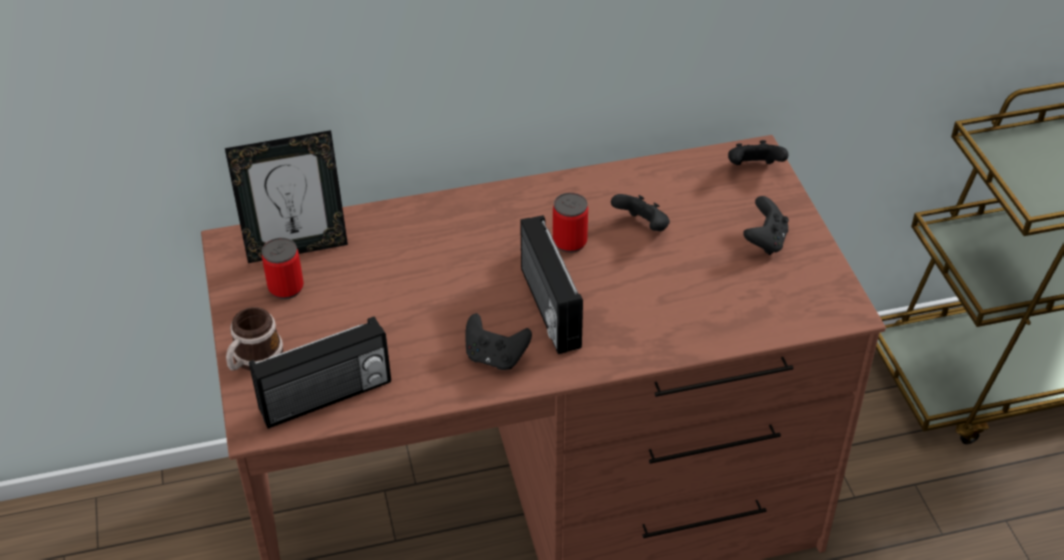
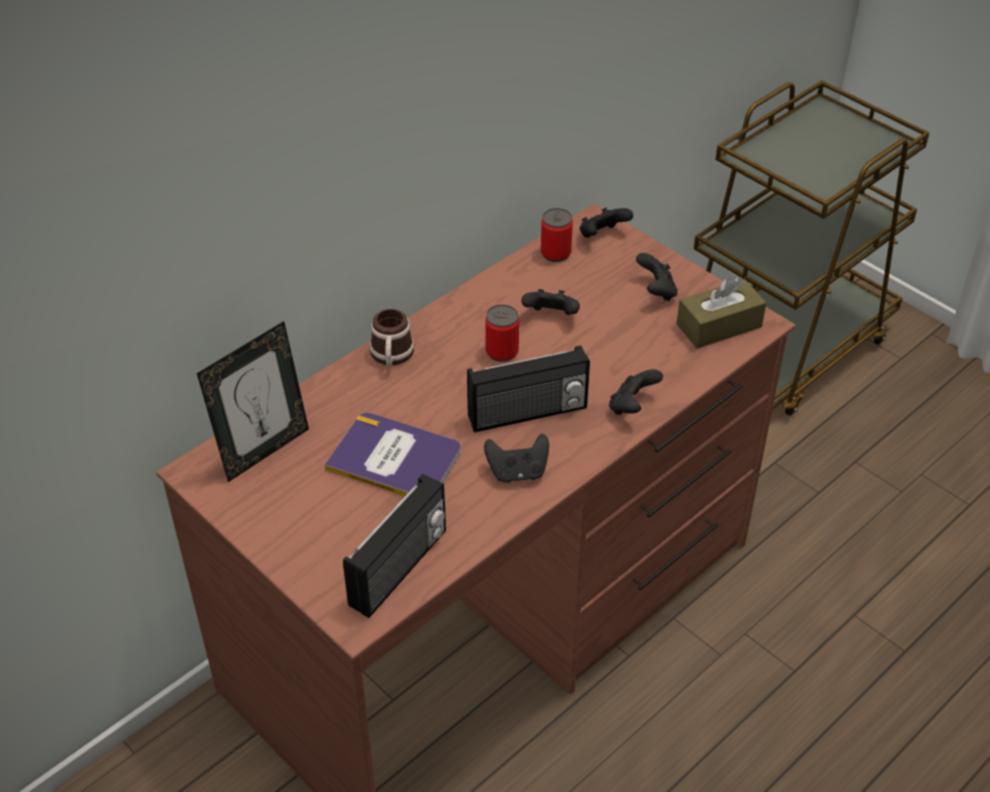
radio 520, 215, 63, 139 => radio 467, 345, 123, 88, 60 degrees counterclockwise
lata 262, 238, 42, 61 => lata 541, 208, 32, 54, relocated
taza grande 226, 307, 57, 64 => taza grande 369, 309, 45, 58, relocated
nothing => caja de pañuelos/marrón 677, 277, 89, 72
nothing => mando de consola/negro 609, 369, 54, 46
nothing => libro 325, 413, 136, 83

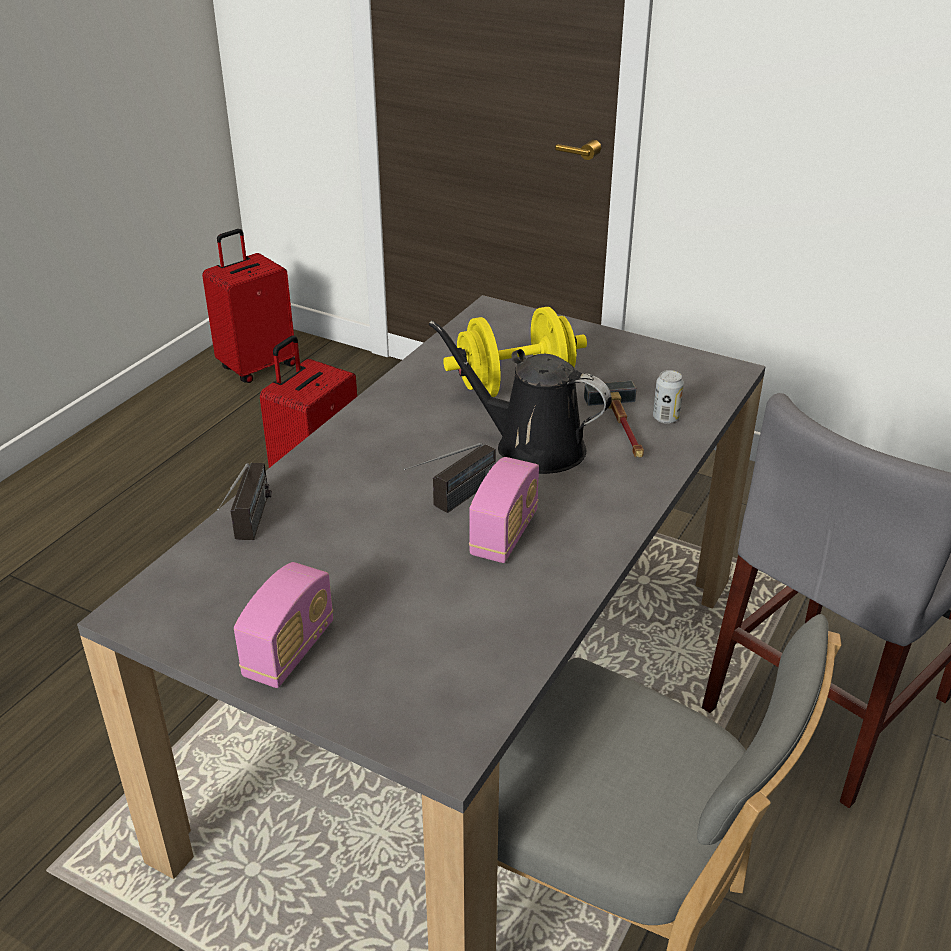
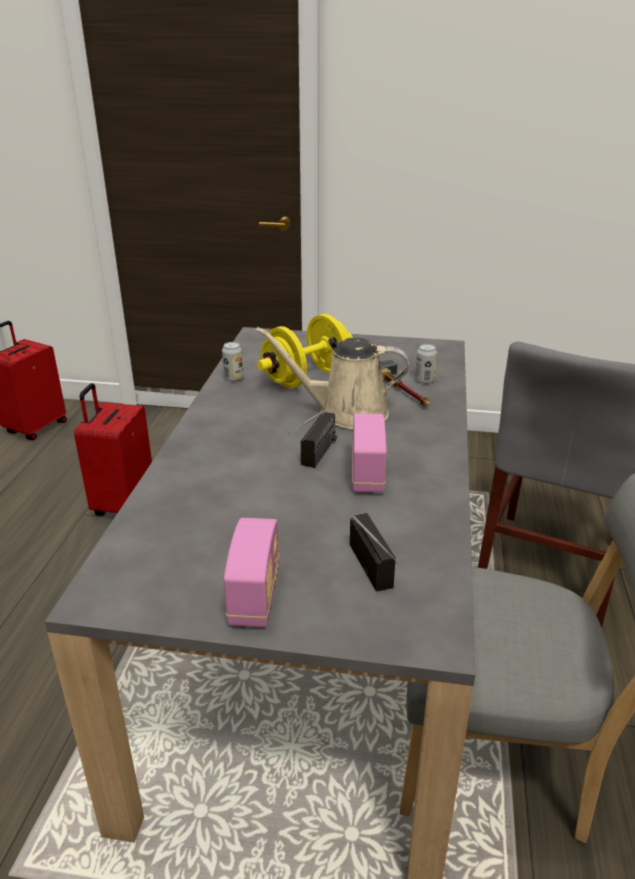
regadera/negro 429, 320, 183, 154 => regadera/beis 255, 327, 154, 102
radio 217, 463, 55, 77 => radio 350, 513, 50, 78, relocated
nothing => lata 222, 342, 21, 39

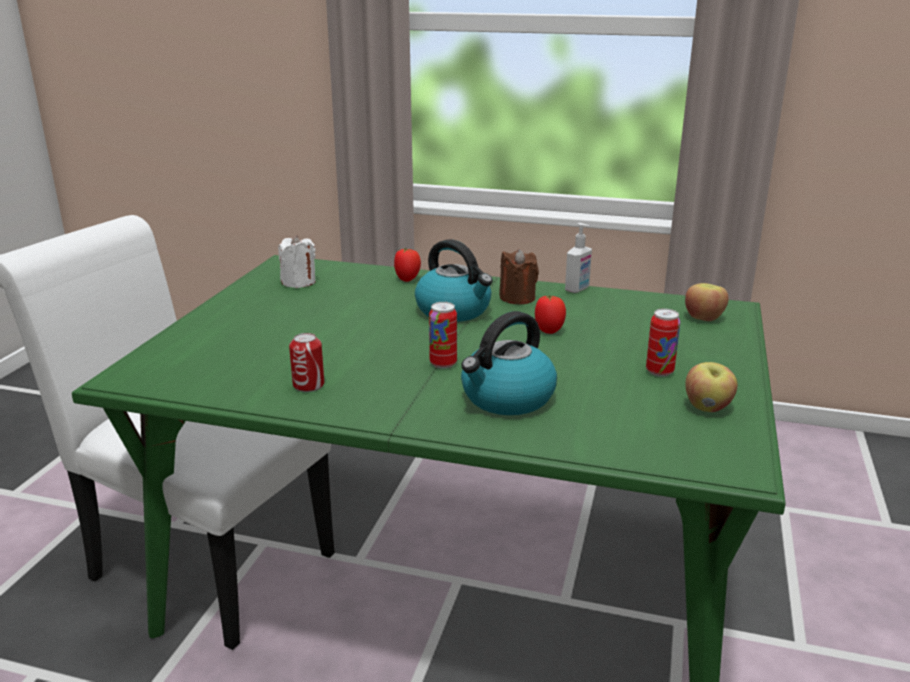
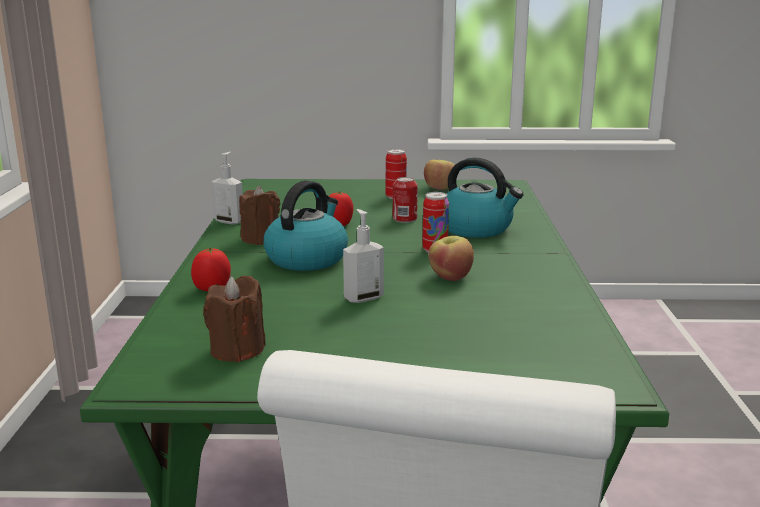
vela/blanco 278, 235, 38, 53 => vela/marrón 203, 276, 63, 86
manzana 685, 283, 43, 38 => manzana 428, 236, 46, 45, relocated
lata 289, 333, 35, 59 => lata 393, 177, 25, 46, relocated
nothing => dispensador de jabón 343, 209, 41, 94

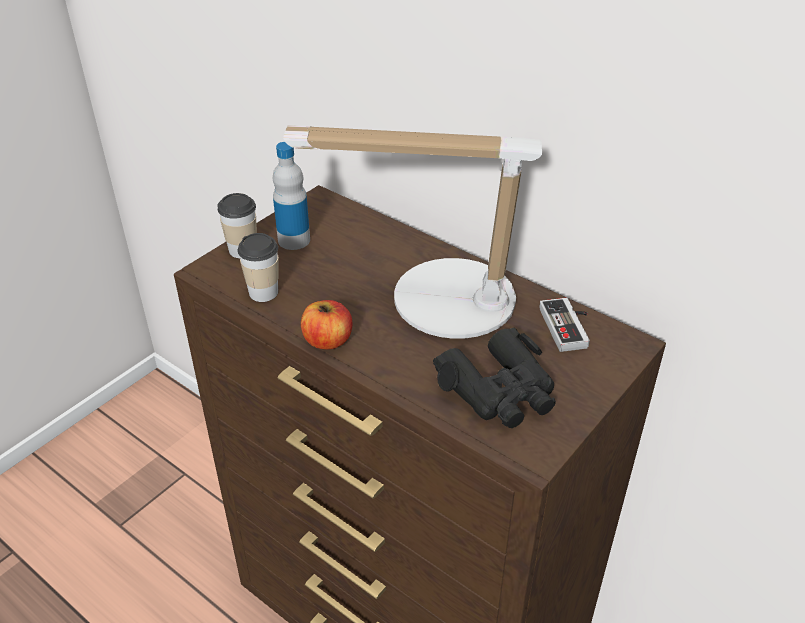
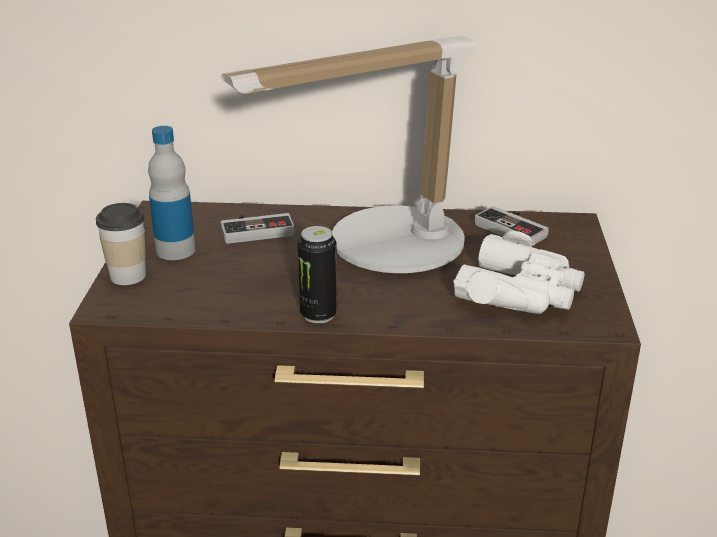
taza 238, 233, 41, 69 => nothing
manzana 301, 300, 52, 50 => lata 298, 226, 39, 97
prismáticos/negro 433, 328, 123, 100 => prismáticos/blanco 453, 231, 132, 83
nothing => mando de consola 221, 213, 74, 31

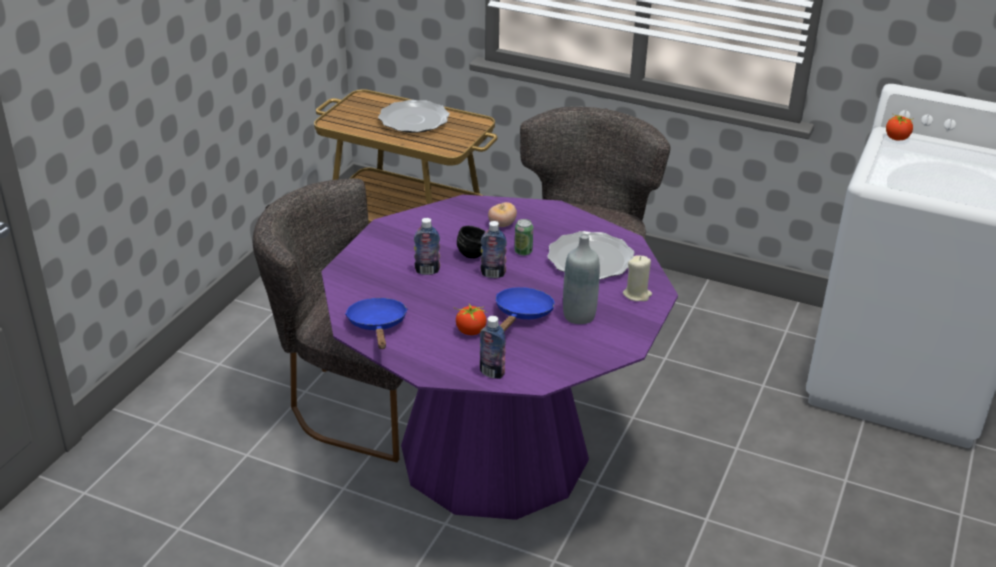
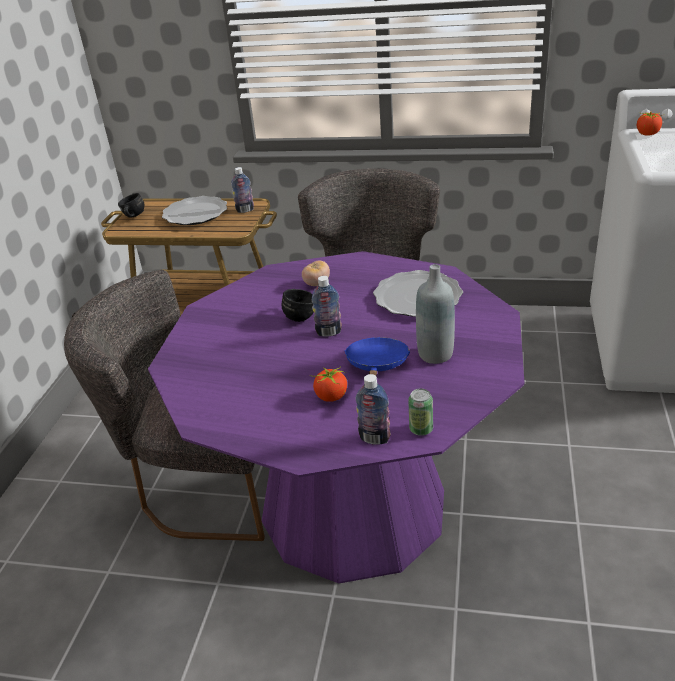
botella 414, 218, 26, 57 => botella 231, 167, 23, 46, relocated
lata 514, 219, 19, 37 => lata 408, 389, 25, 47, relocated
vela/beis 623, 256, 29, 45 => nothing
sartén/azul 345, 298, 63, 51 => nothing
nothing => taza grande/negro 118, 193, 27, 25

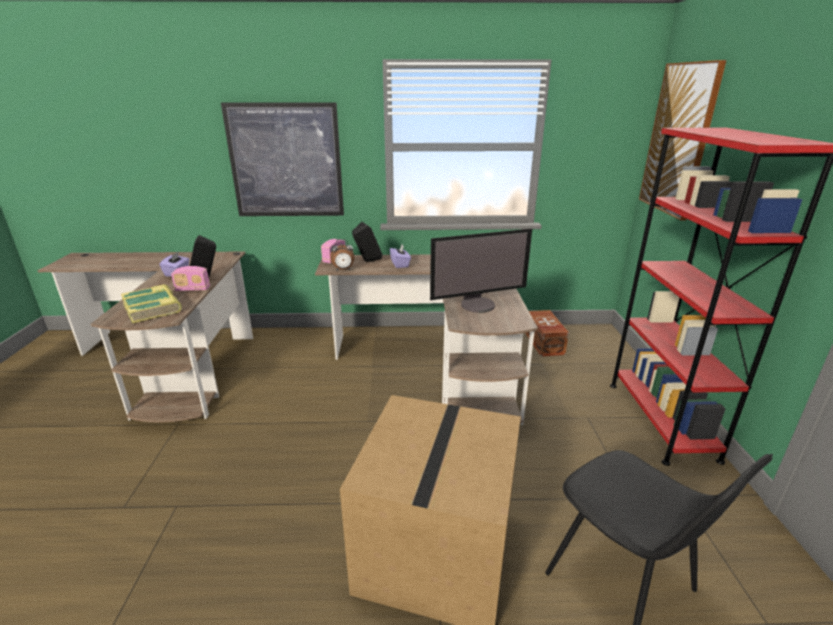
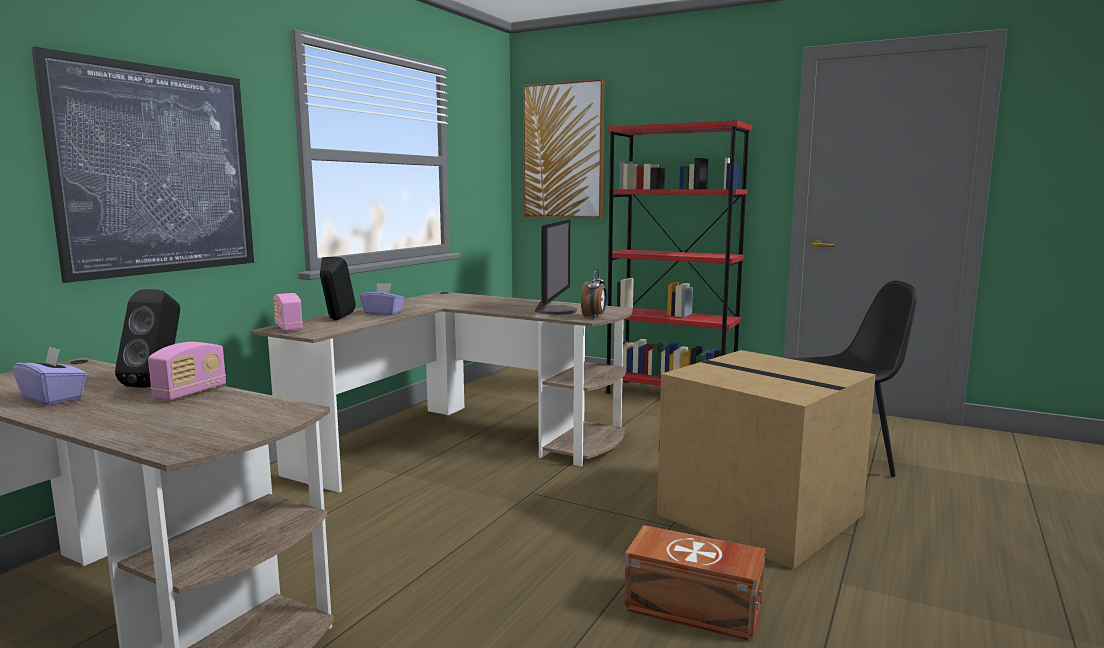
despertador 330, 239, 24, 31 => despertador 581, 269, 26, 50, relocated
libro 121, 284, 61, 39 => nothing
caja de almacenaje/marrón 525, 310, 44, 46 => caja de almacenaje/marrón 624, 525, 141, 117, relocated

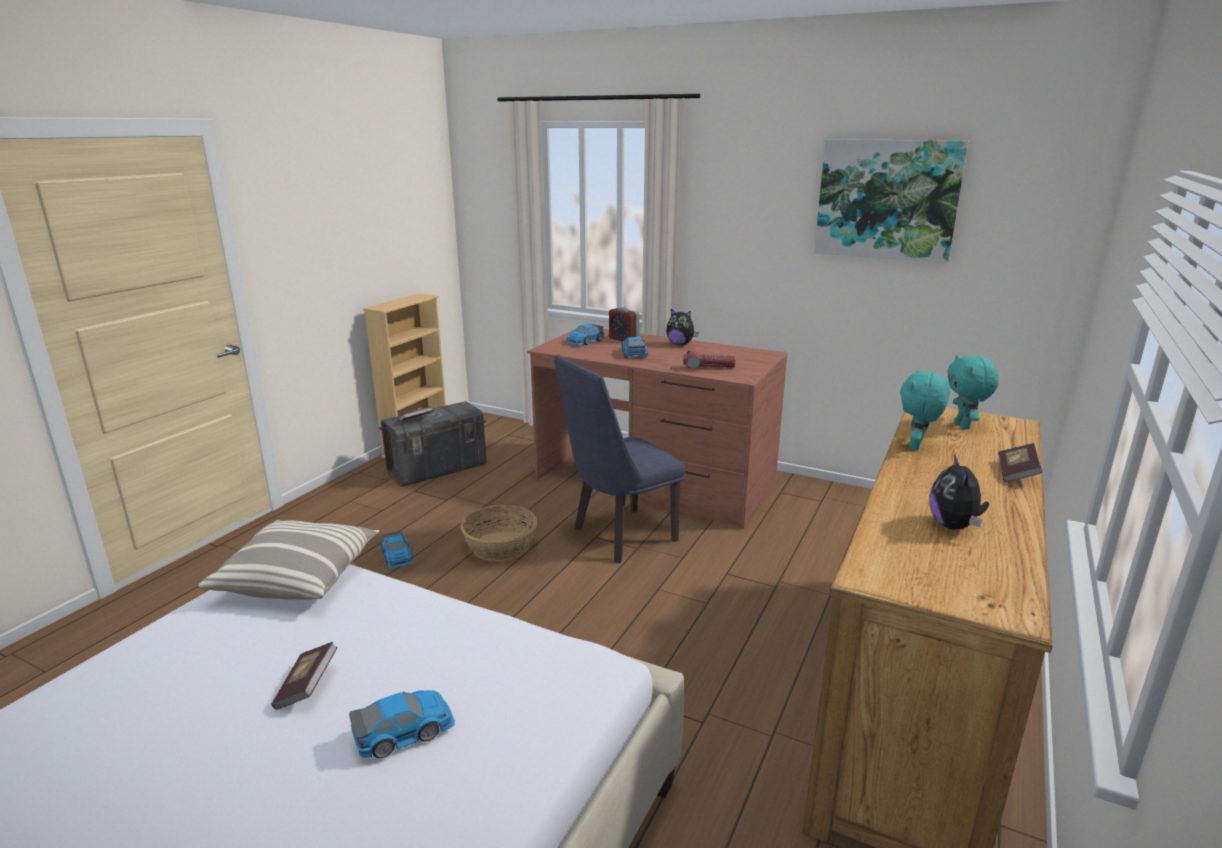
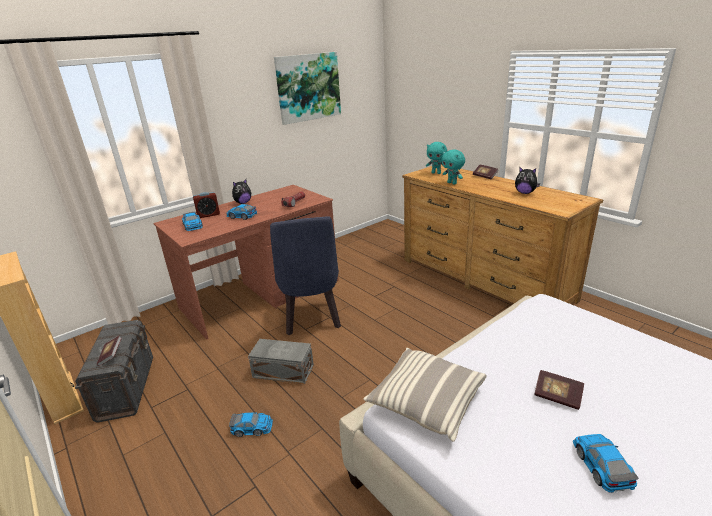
cesta 461, 505, 76, 56 => caja de almacenaje/gris 248, 339, 66, 45
coche de juguete 349, 690, 106, 68 => coche de juguete 573, 434, 66, 59, relocated

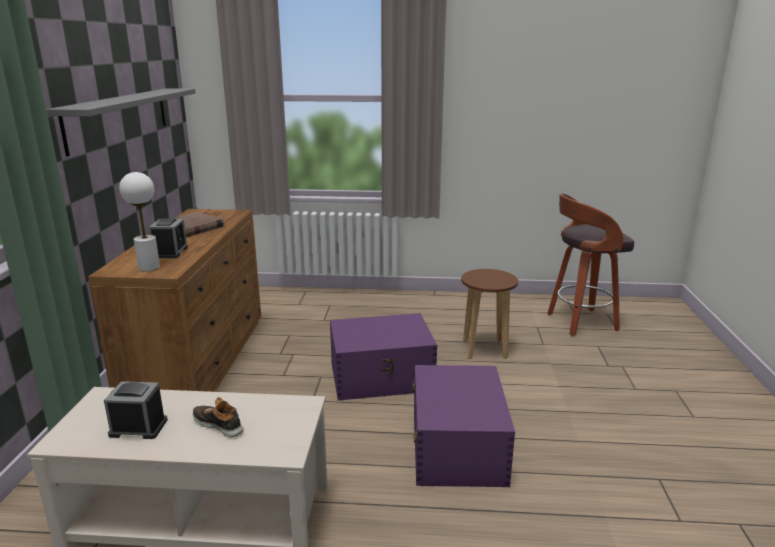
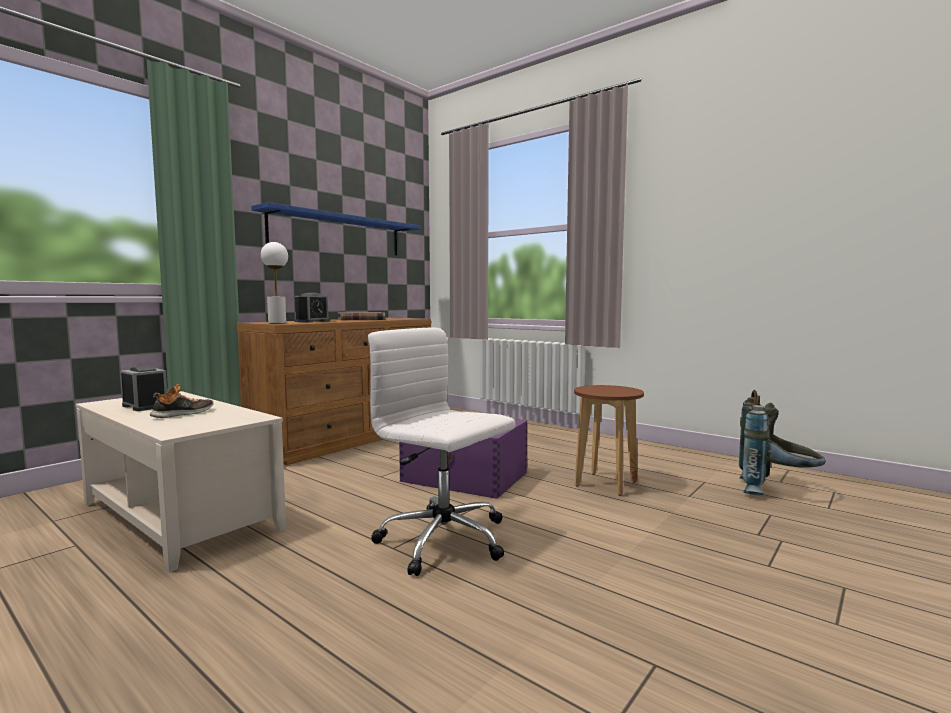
estante/gris 46, 88, 150, 69 => estante/azul 251, 202, 170, 53
taburete 547, 193, 87, 143 => mochila/gris 739, 390, 87, 105
caja de almacenaje/morado 412, 365, 103, 122 => silla de oficina/blanco 368, 327, 148, 249
zapato 193, 397, 51, 40 => zapato 150, 384, 63, 34, 60 degrees clockwise

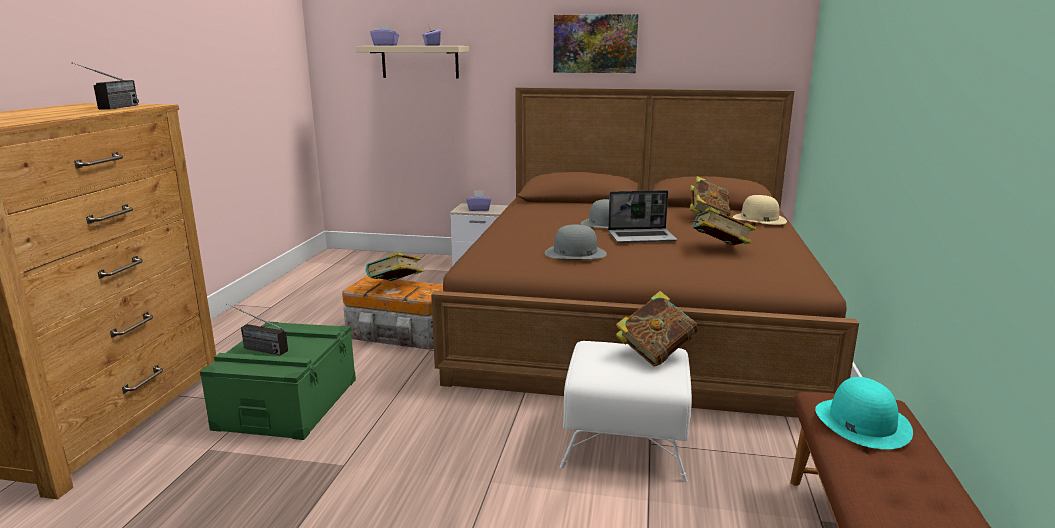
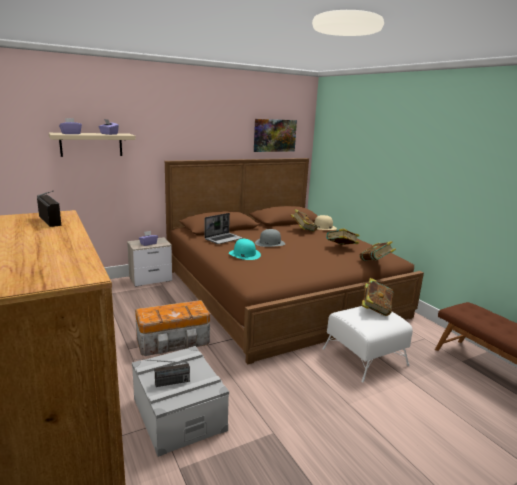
cuadro 553, 14, 86, 59 => cuadro 254, 119, 43, 33, relocated
portátil 608, 190, 70, 53 => portátil 204, 213, 39, 31, relocated
sombrero/gris 545, 225, 62, 34 => nothing
libro 366, 252, 58, 29 => libro 360, 241, 36, 20, relocated
caja de almacenaje/verde 200, 322, 156, 118 => caja de almacenaje/gris 132, 346, 97, 111
sombrero/turquesa 815, 377, 98, 72 => sombrero/turquesa 229, 239, 32, 21, relocated

